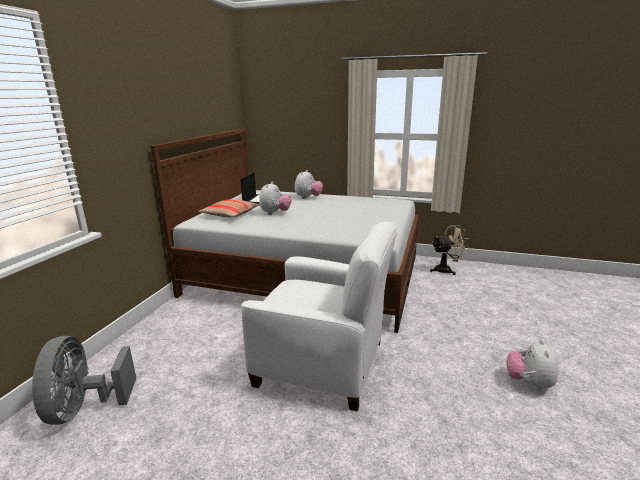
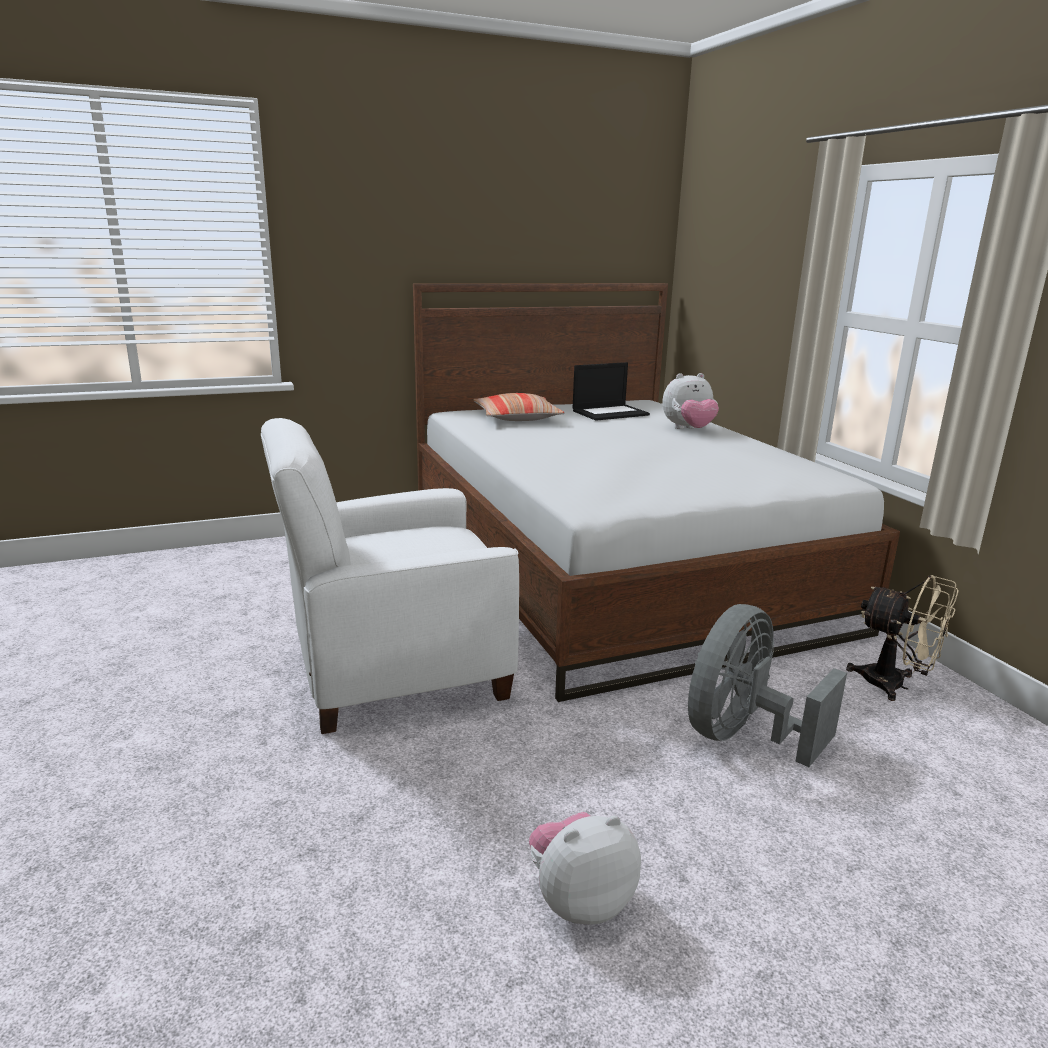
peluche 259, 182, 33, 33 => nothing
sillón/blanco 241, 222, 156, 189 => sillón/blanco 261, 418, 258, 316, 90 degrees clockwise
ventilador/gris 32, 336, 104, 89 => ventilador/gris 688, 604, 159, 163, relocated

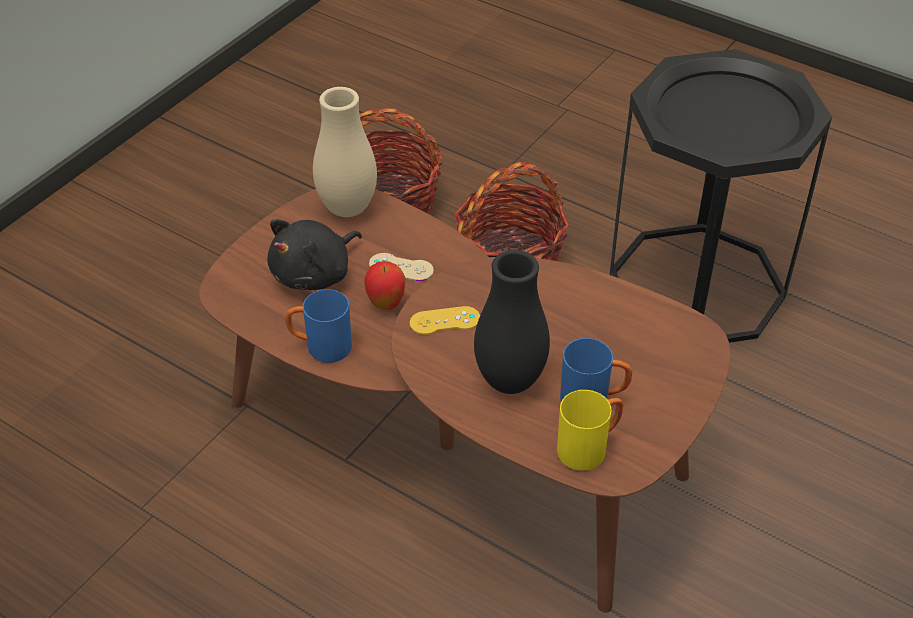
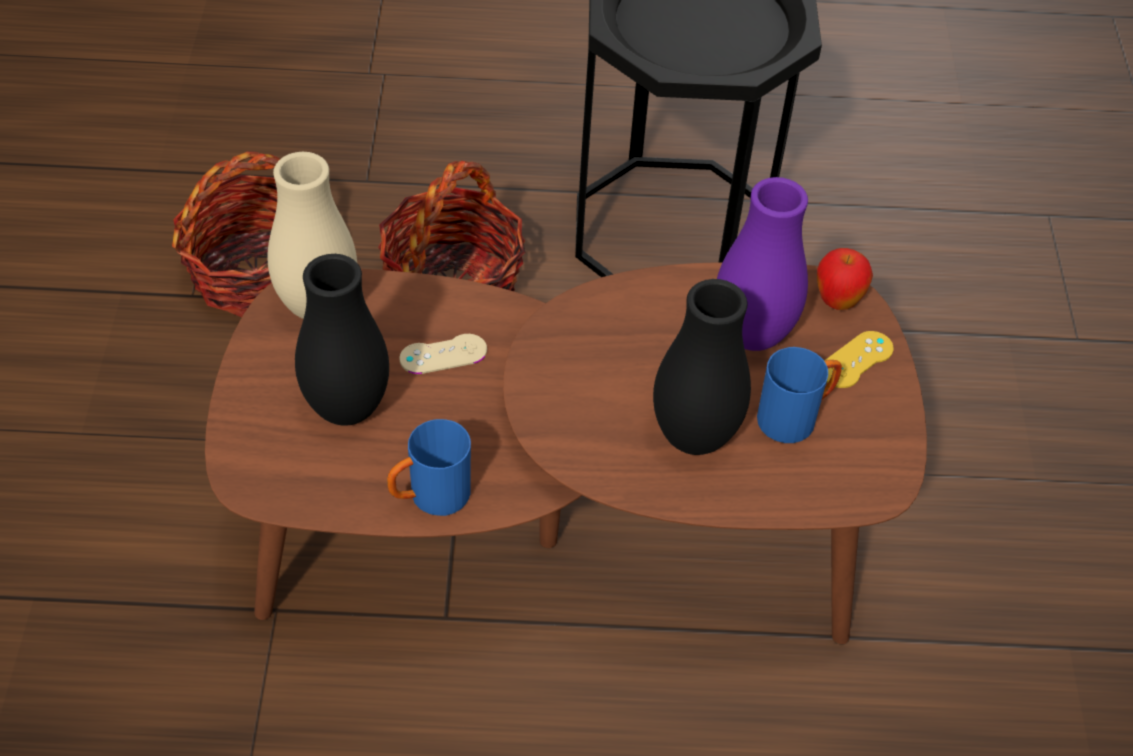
peluche/negro 267, 219, 95, 71 => florero/negro 295, 254, 94, 172
manzana 364, 261, 42, 49 => manzana 817, 248, 56, 62, relocated
mando de consola/amarillo 410, 306, 70, 29 => mando de consola/amarillo 825, 331, 69, 57, relocated
taza grande/amarillo 557, 390, 66, 81 => nothing
nothing => florero/morado 717, 177, 91, 174

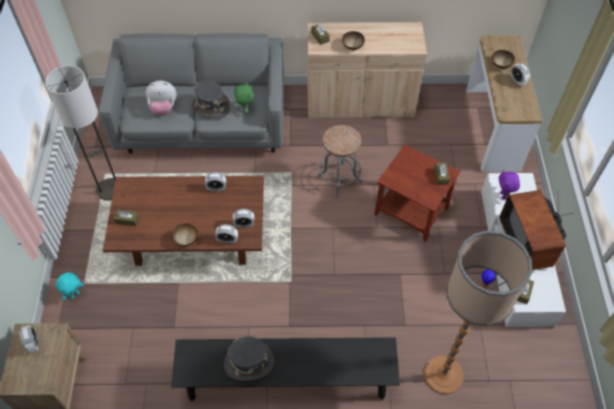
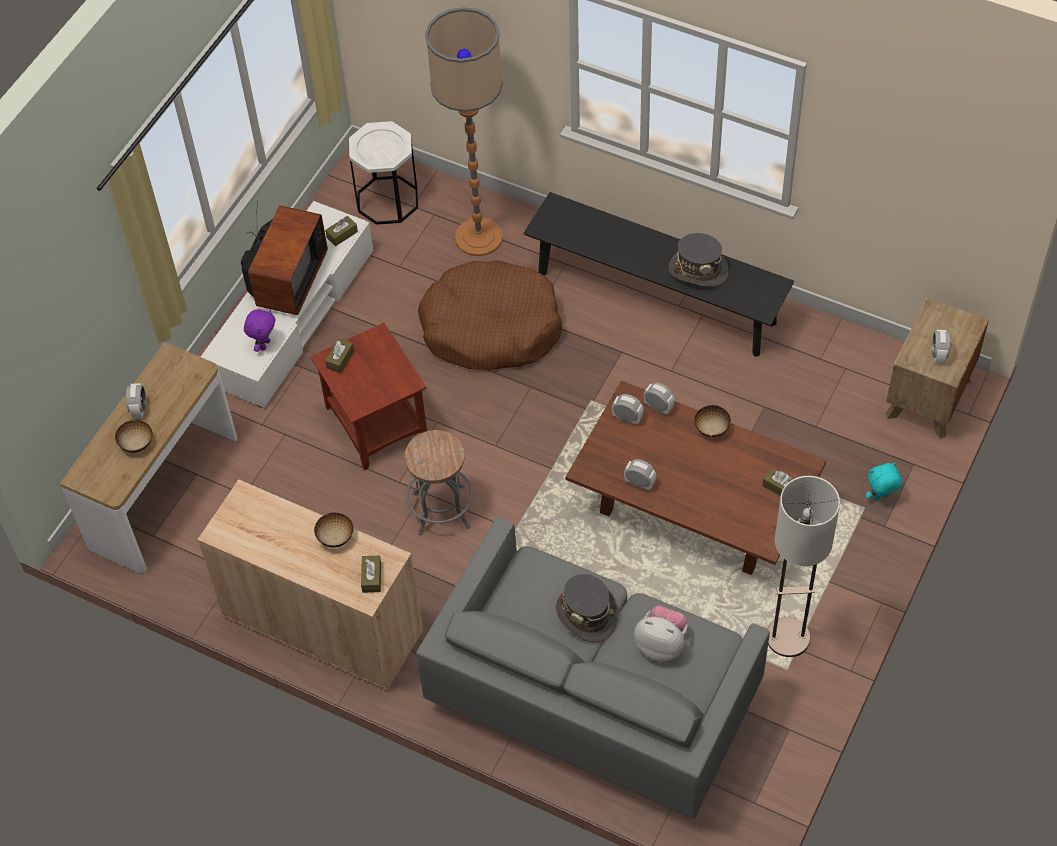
peluche/verde 234, 82, 20, 31 => nothing
nothing => mesa auxiliar/blanco 349, 121, 69, 104
nothing => cama para perro/marrón 418, 260, 144, 110

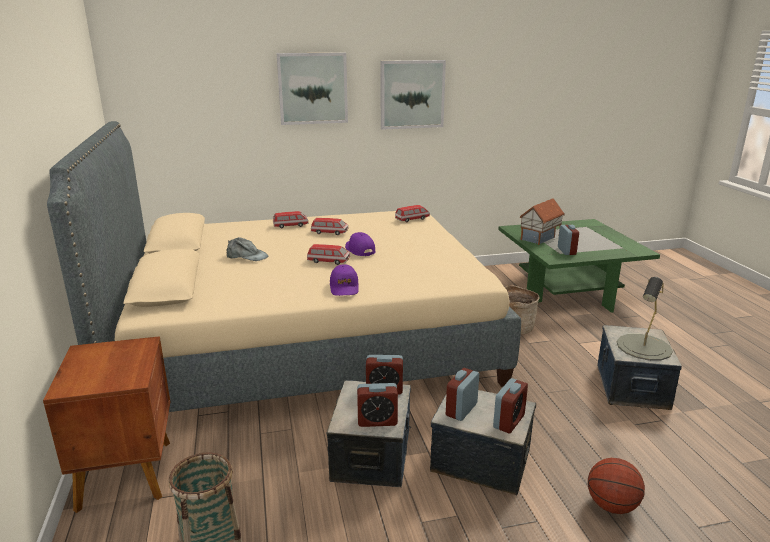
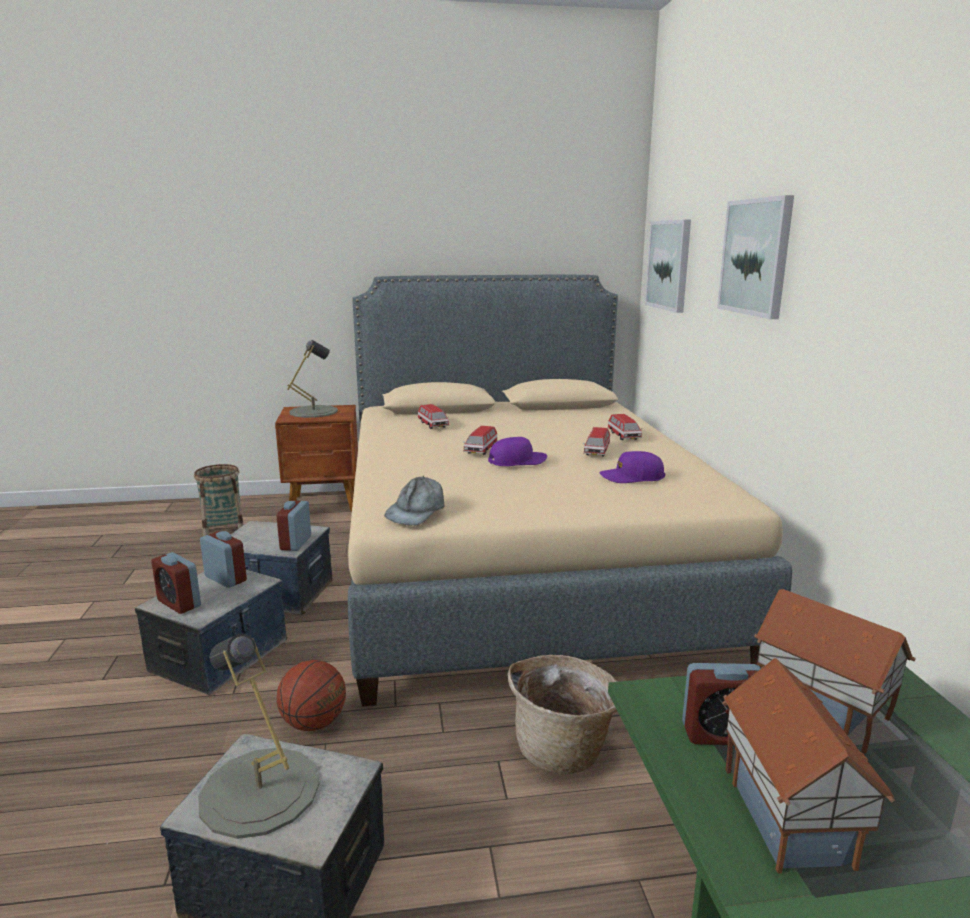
cuadro 380, 60, 66, 70 => cuadro 645, 219, 46, 94, relocated
coche de juguete 395, 205, 35, 17 => coche de juguete 418, 404, 31, 25, relocated
gorra/gris 226, 237, 43, 24 => gorra/gris 384, 476, 60, 49, relocated
gorra/morado 330, 264, 29, 32 => gorra/morado 600, 451, 65, 32, relocated
despertador 357, 383, 41, 44 => nothing
balón de baloncesto 588, 458, 57, 56 => balón de baloncesto 277, 660, 69, 71, relocated
nothing => lámpara de mesa/gris 287, 340, 51, 78
nothing => casita 722, 658, 173, 216

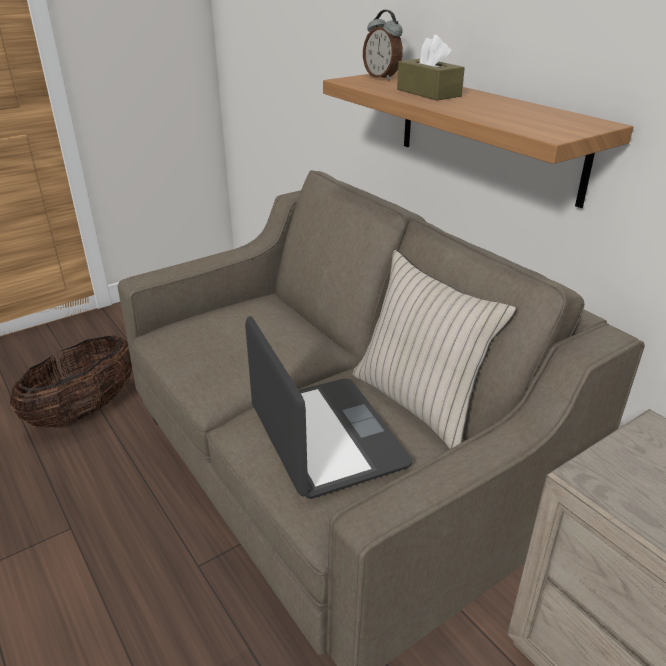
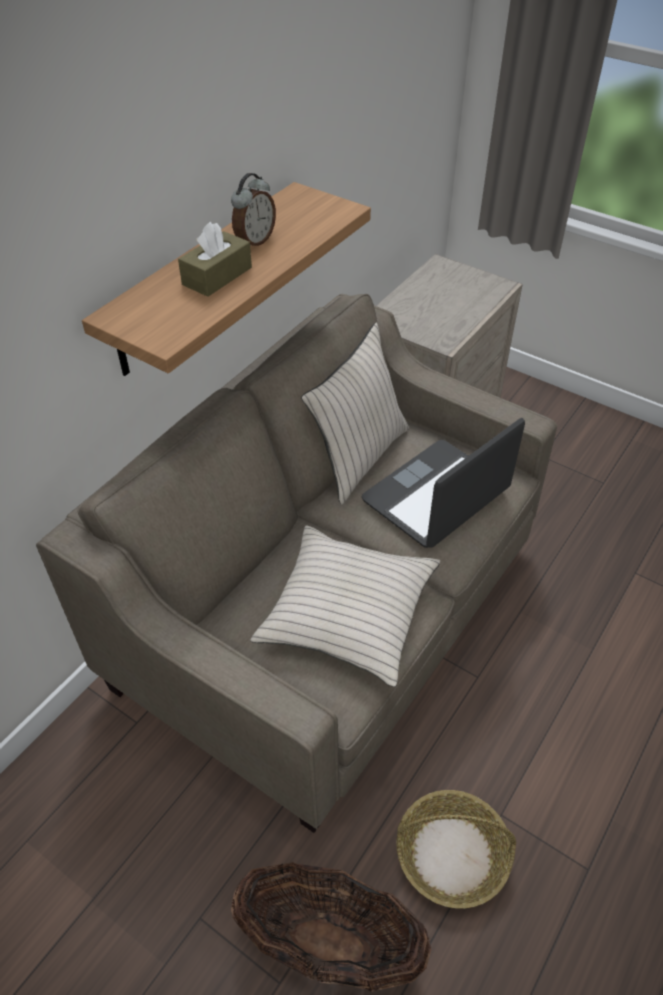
despertador 363, 10, 40, 70 => despertador 231, 173, 45, 73, relocated
nothing => cojín/beis 250, 526, 190, 161
nothing => cesta 396, 790, 120, 119

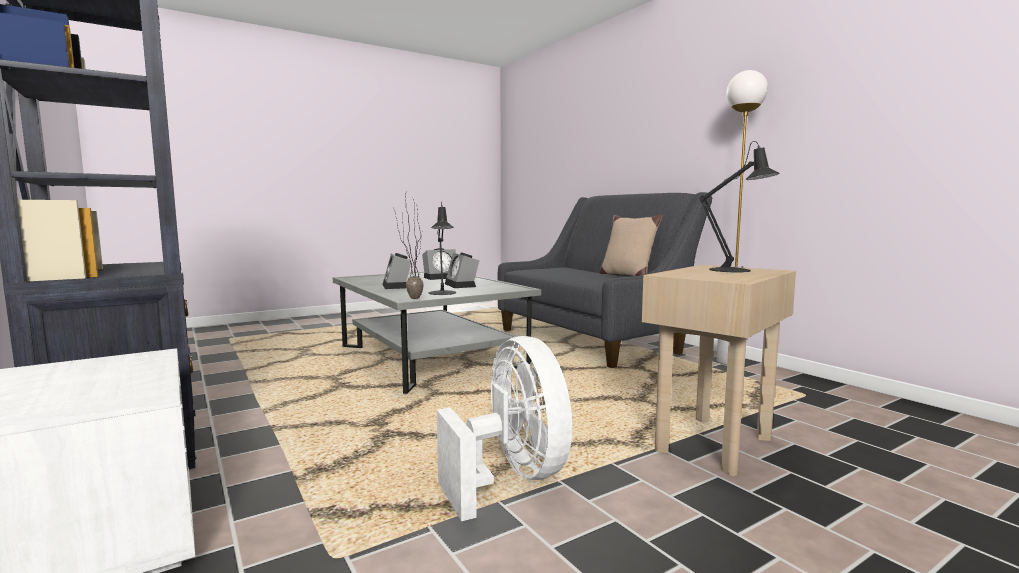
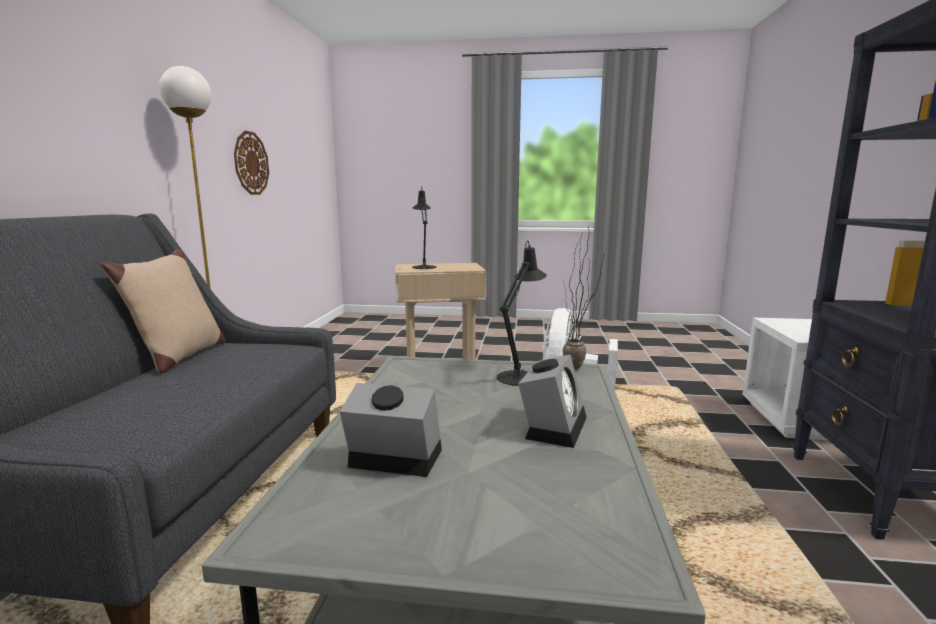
despertador 445, 252, 35, 36 => nothing
nothing => reloj de pared 234, 131, 35, 64

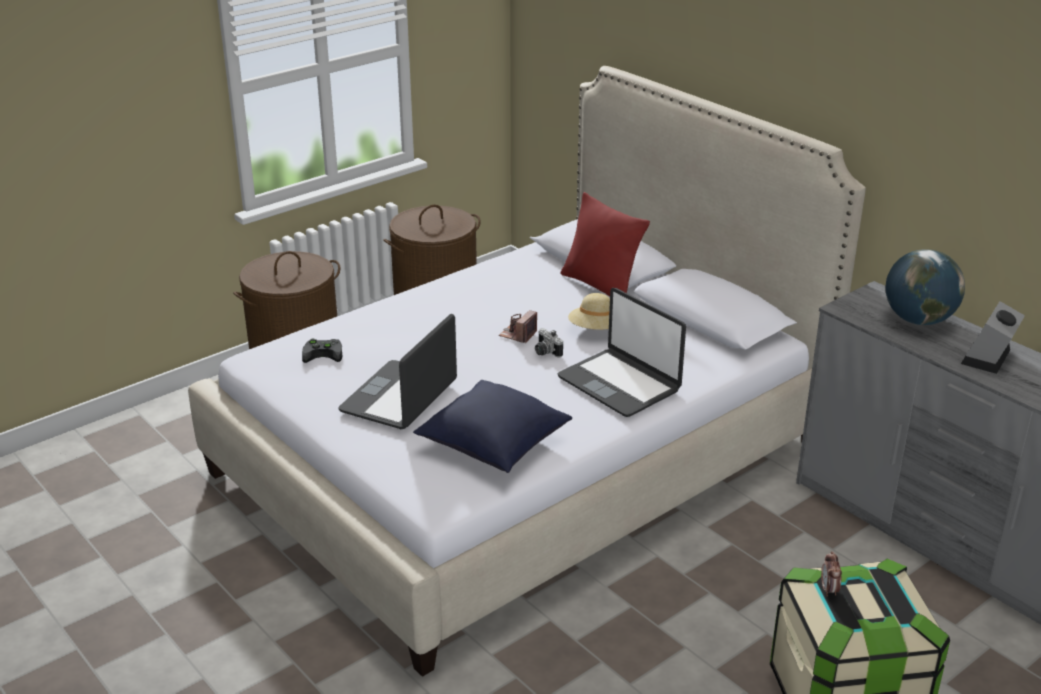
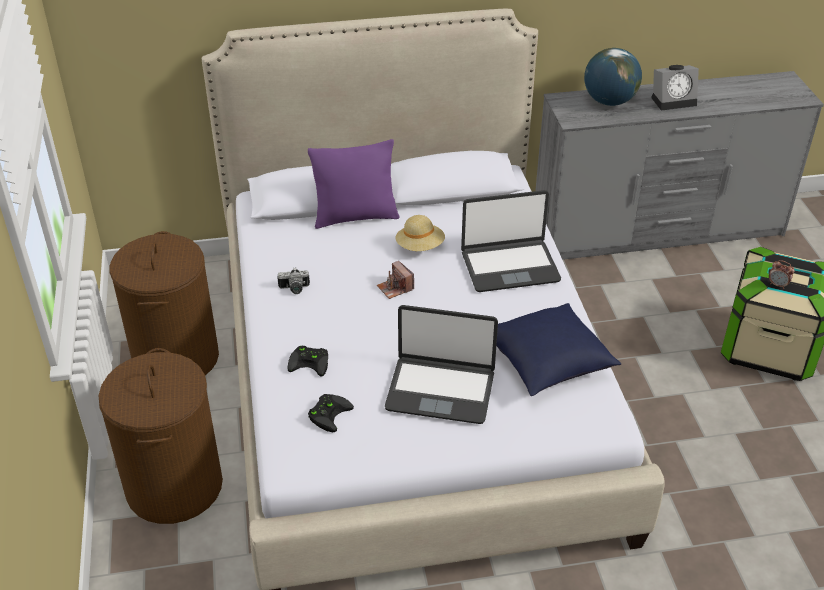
cojín/rojo 561, 192, 89, 105 => cojín/morado 308, 139, 92, 90
despertador 961, 301, 64, 73 => despertador 651, 65, 48, 46, 75 degrees counterclockwise
portátil 338, 314, 119, 115 => portátil 385, 305, 113, 119, 45 degrees counterclockwise
cámara 535, 328, 28, 30 => cámara 277, 268, 33, 26, relocated
nothing => mando de consola/negro 287, 346, 41, 31

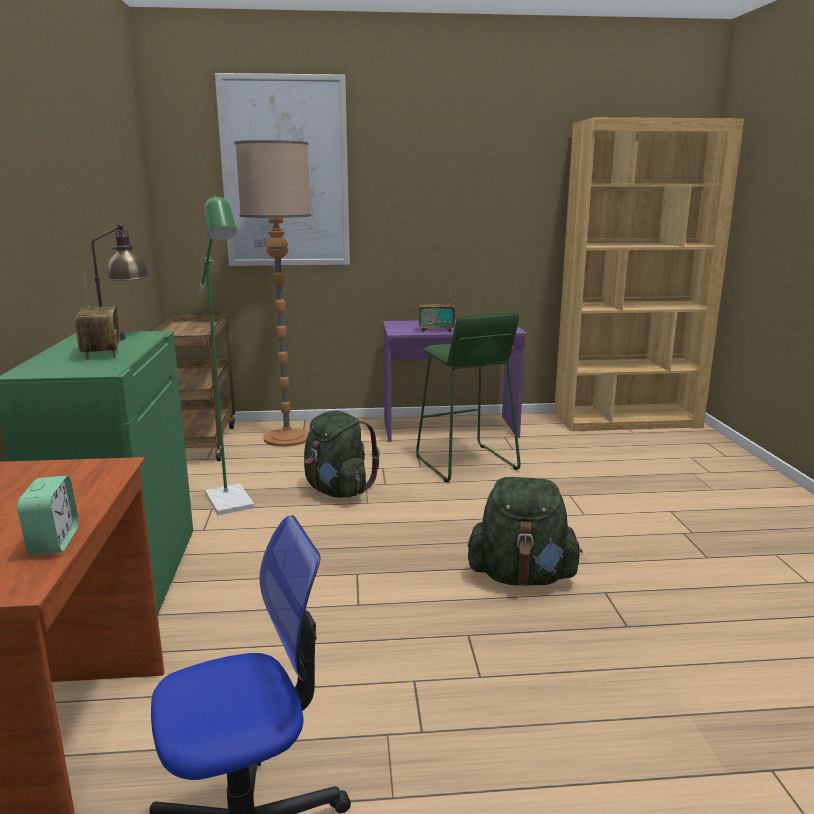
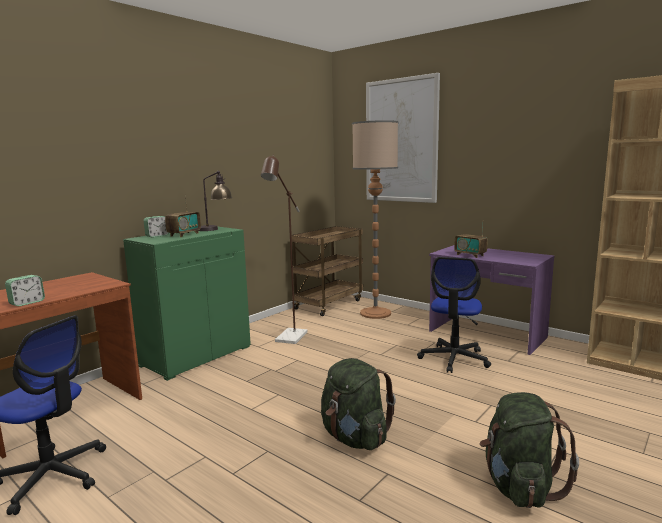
lámpara de pie/verde 199, 194, 55, 321 => lámpara de pie/marrón 261, 155, 47, 189
taburete/verde 416, 312, 105, 170 => silla de oficina 417, 257, 74, 116
mochila/verde 304, 411, 76, 87 => mochila/verde 480, 392, 99, 116, relocated
nothing => despertador 144, 216, 25, 22

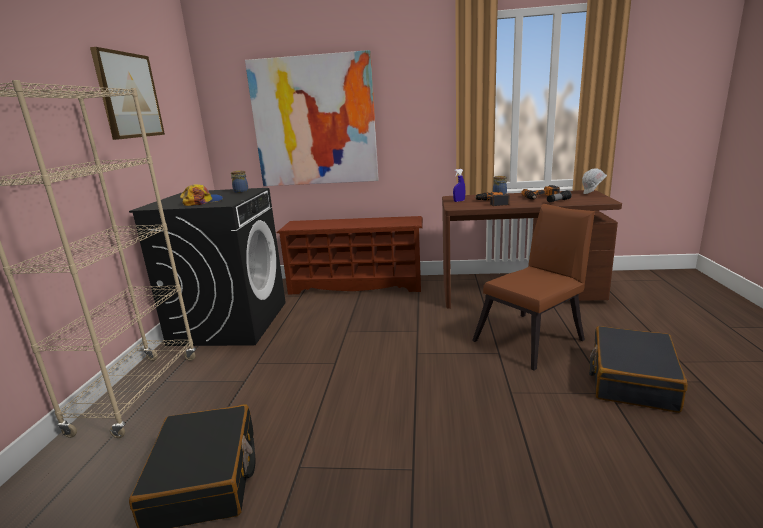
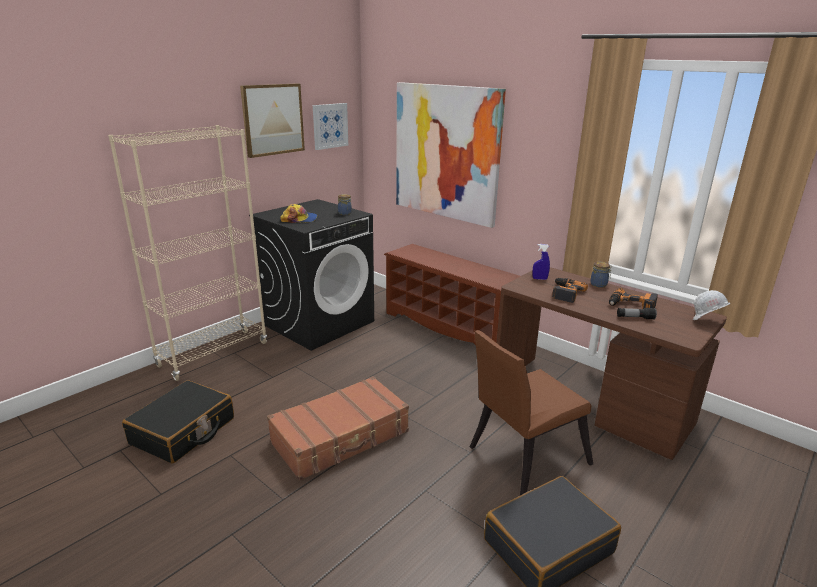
silla/marrón 472, 204, 123, 167 => silla/marrón 470, 330, 123, 165, 150 degrees clockwise
nothing => cuadro 313, 103, 35, 47
nothing => maleta/marrón 267, 376, 142, 105

